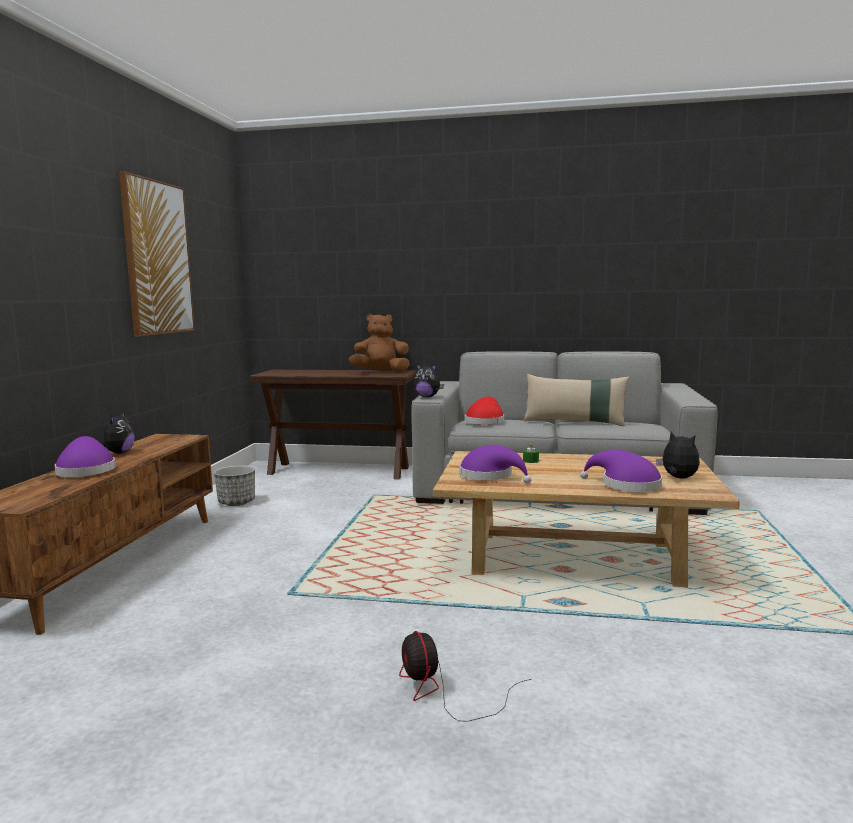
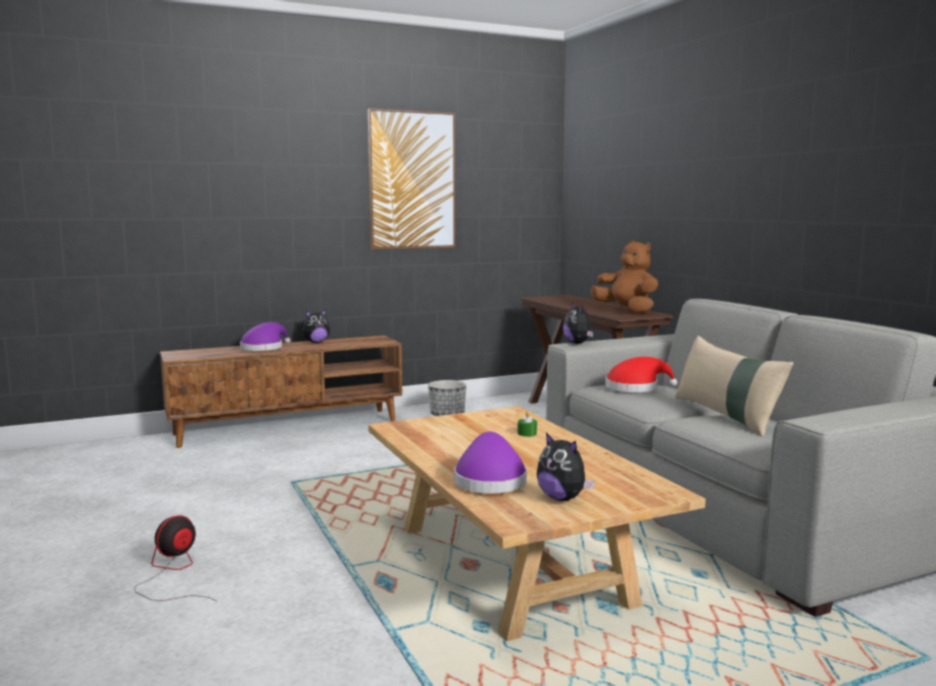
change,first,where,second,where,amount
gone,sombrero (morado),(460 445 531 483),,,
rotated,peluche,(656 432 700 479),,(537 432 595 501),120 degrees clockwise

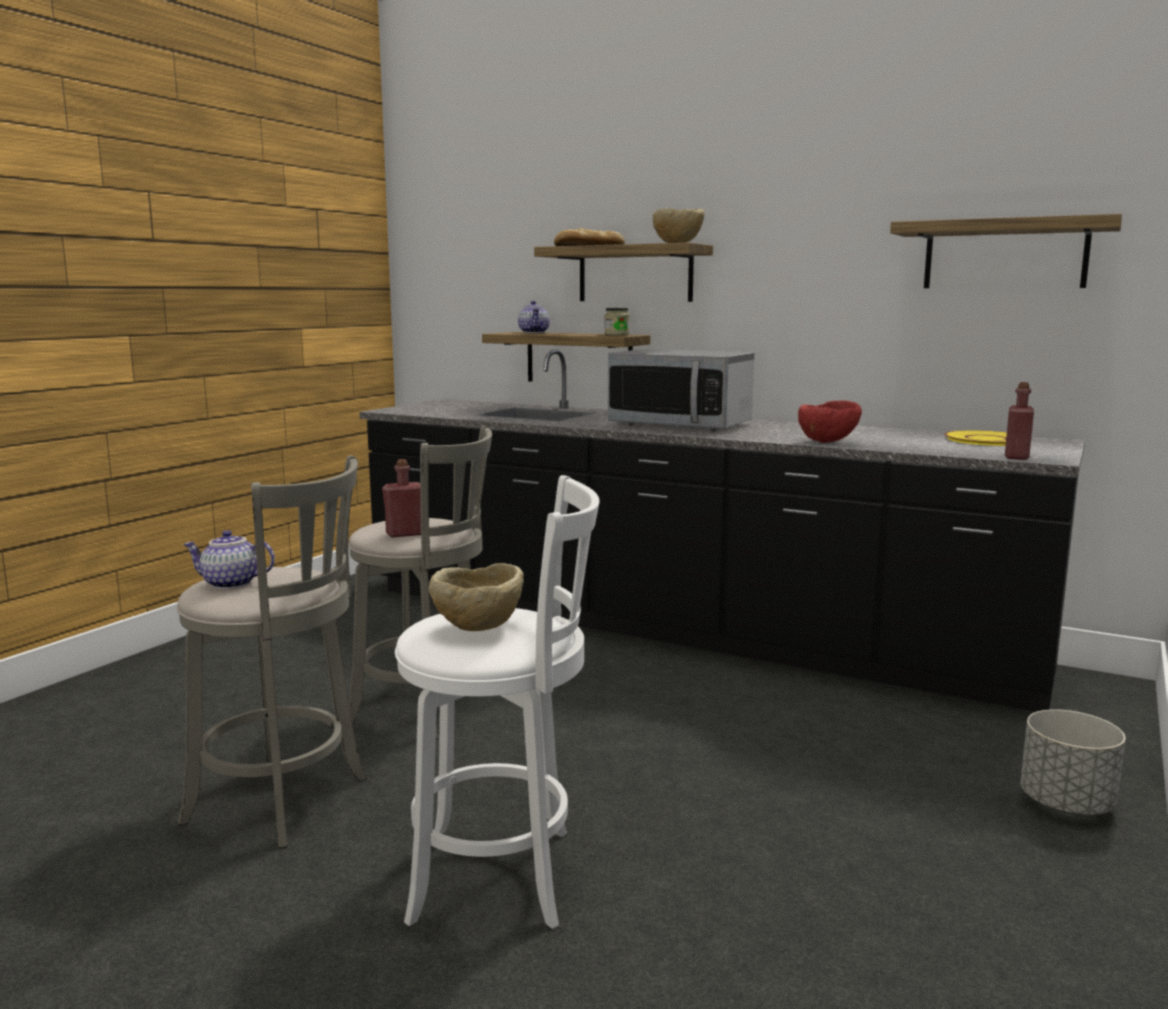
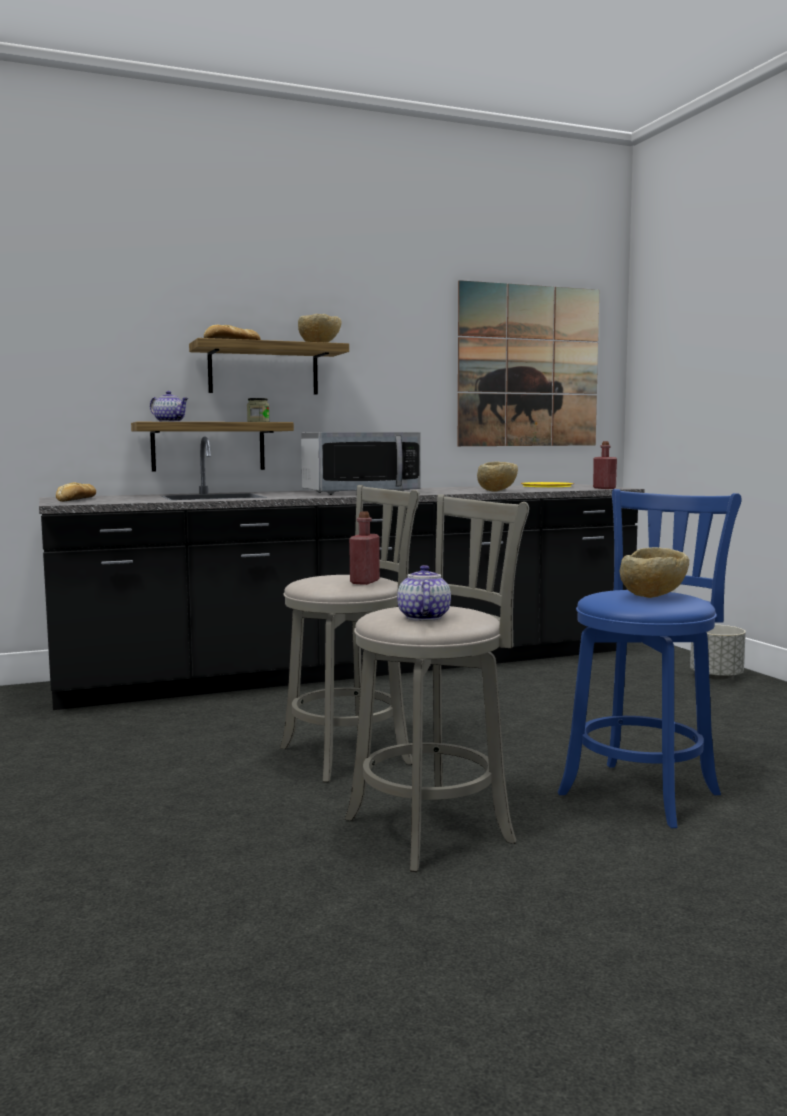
change,first,where,second,where,amount
new,,,pan,(56 483 96 502),
swapped,estante,(890 214 1122 288),cuadro,(458 280 599 446),
repainted,taburete (blanco),(395 475 599 929),taburete (azul),(558 489 742 828),
repainted,cuenco (rojo),(798 400 862 443),cuenco (beis),(477 462 518 492),
rotated,tetera,(183 530 275 589),,(397 565 451 621),135 degrees clockwise

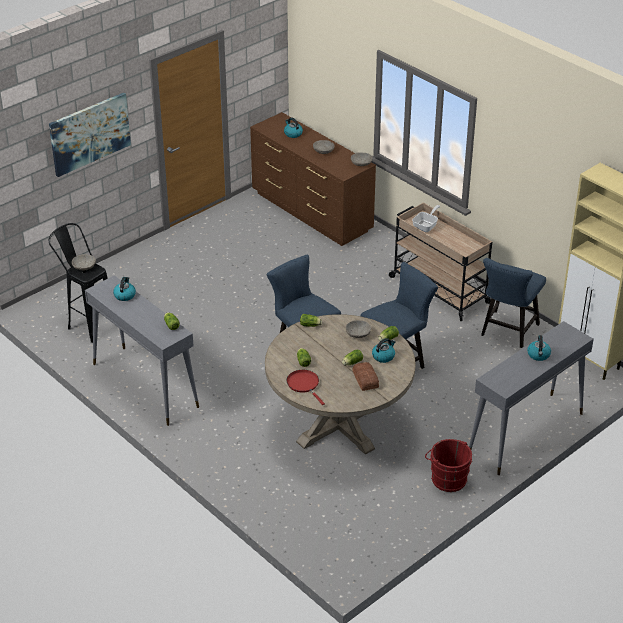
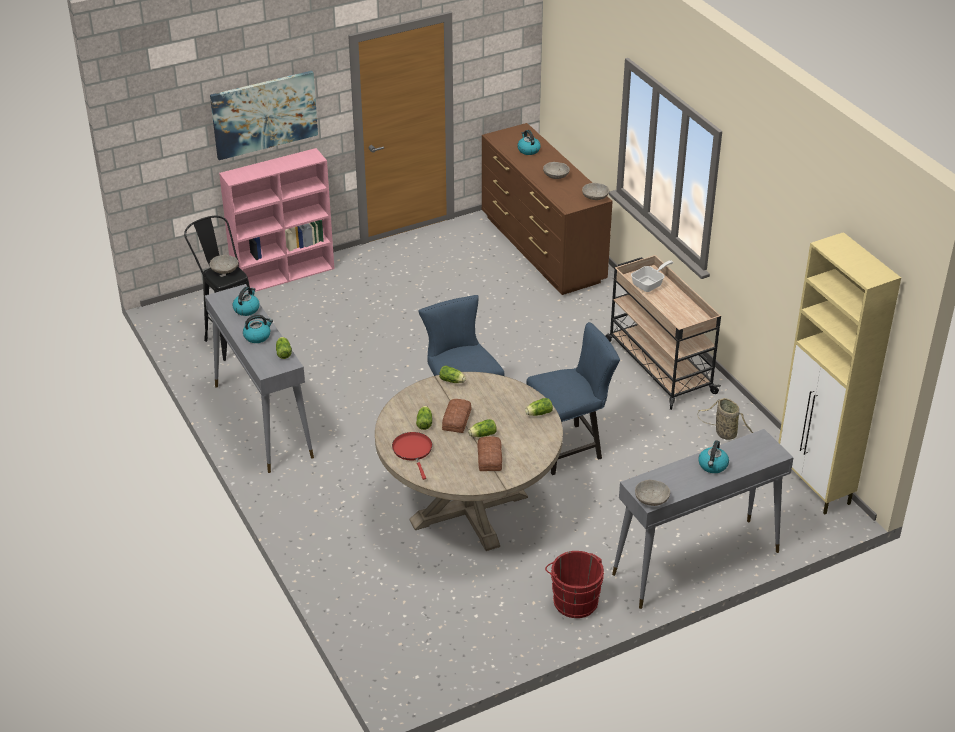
change,first,where,second,where,amount
new,,,estantería (rosa),(219 148 334 292),
new,,,pan,(442 399 472 433),
shifted,cuenco (gris),(346 320 371 338),,(635 480 670 506),
shifted,hervidor,(372 338 396 363),,(243 315 273 343),
swapped,silla (azul),(481 258 546 348),cesta,(697 398 753 440),

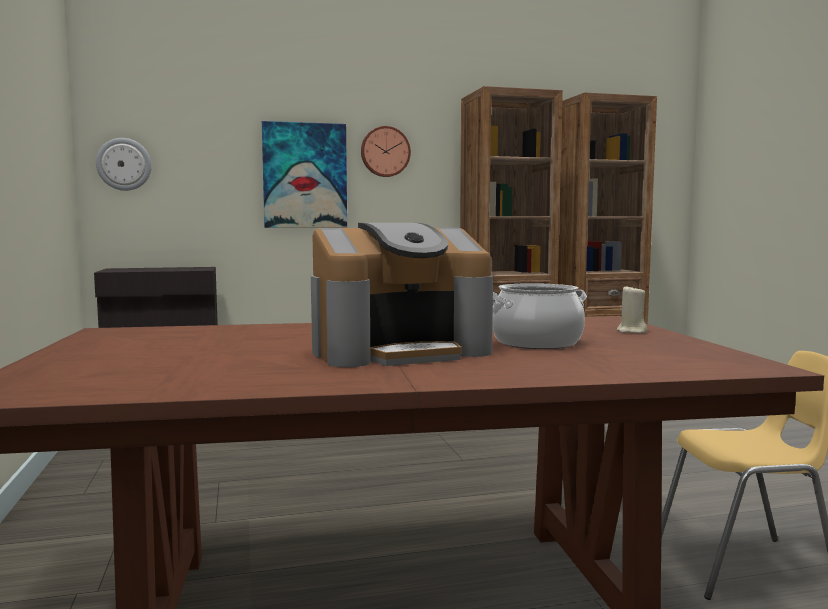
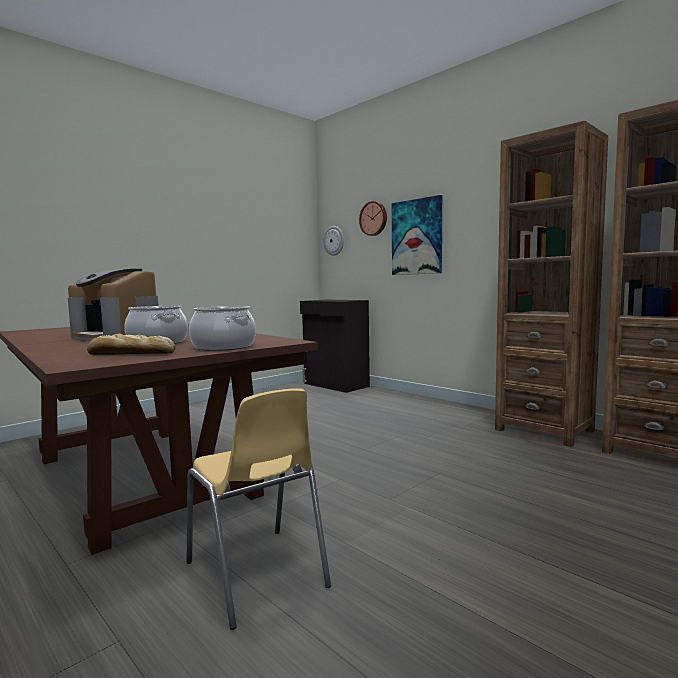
change,first,where,second,where,amount
new,,,pan,(87 334 175 355),
shifted,reloj de pared,(361 126 411 177),,(359 201 387 236),
swapped,vela (beis),(617 285 647 333),olla,(189 306 256 351),

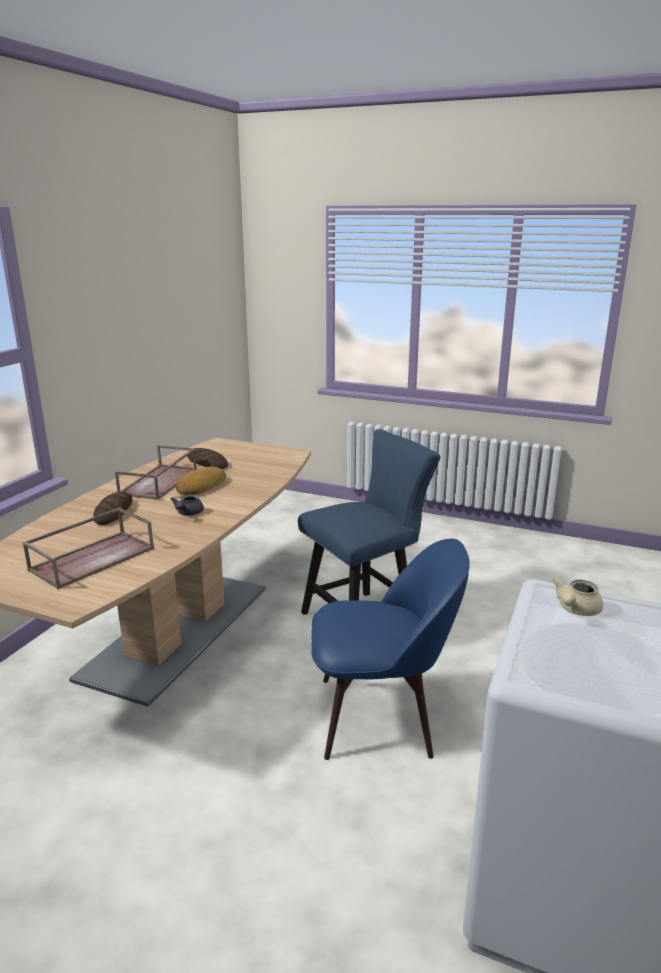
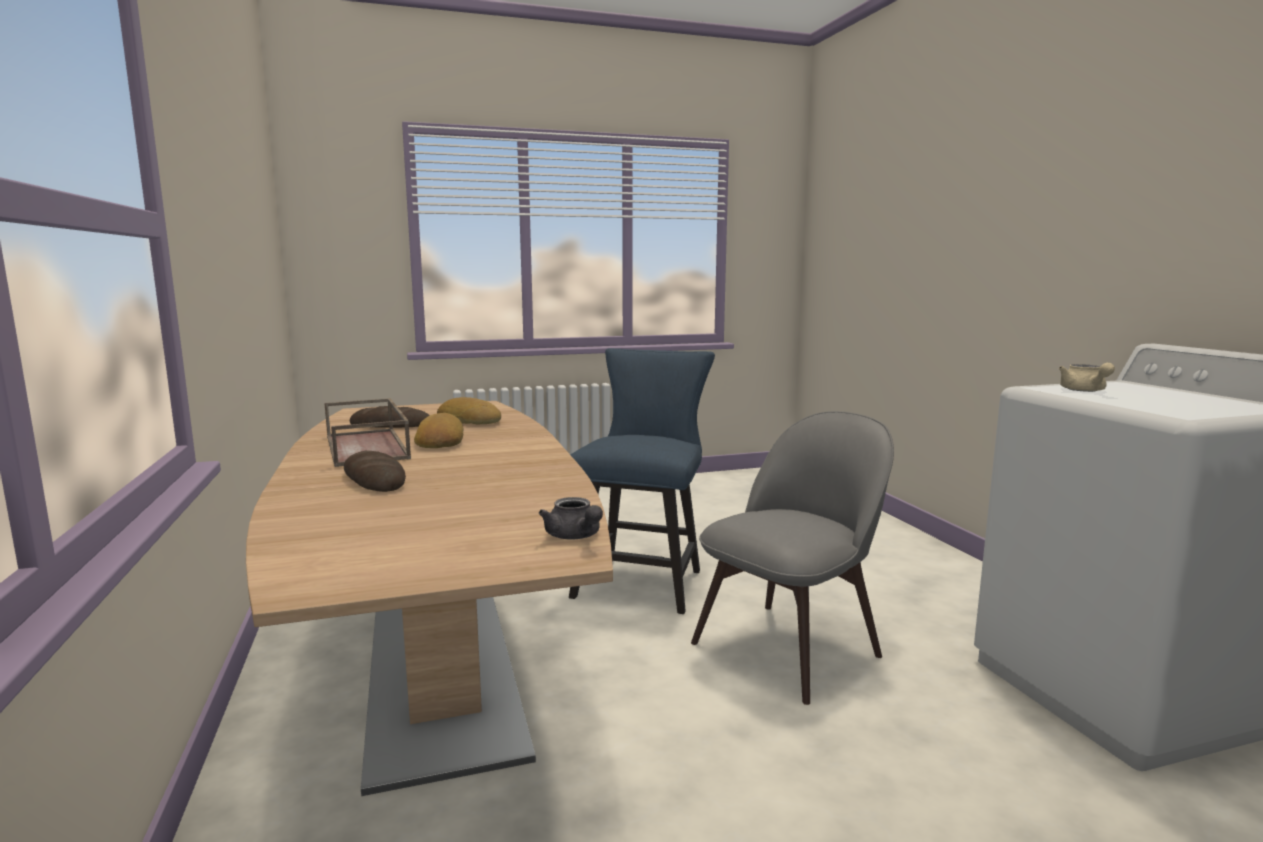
change,first,where,second,where,amount
gone,bandeja (marrón),(22 508 154 589),,,
new,,,pan,(437 397 501 424),
shifted,tetera (gris),(170 494 204 516),,(539 497 603 539),
repainted,silla (azul),(311 539 470 760),silla (gris),(691 411 894 705),

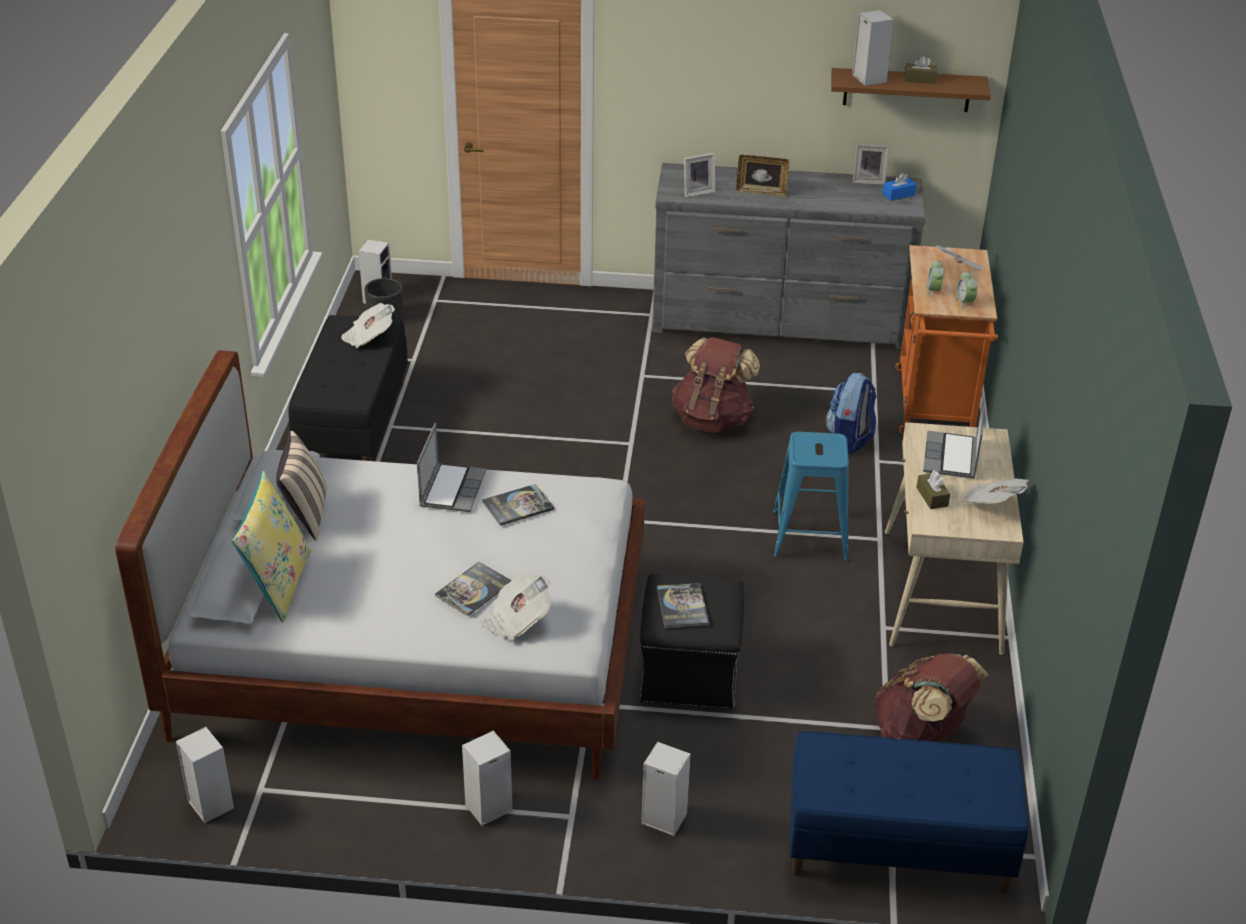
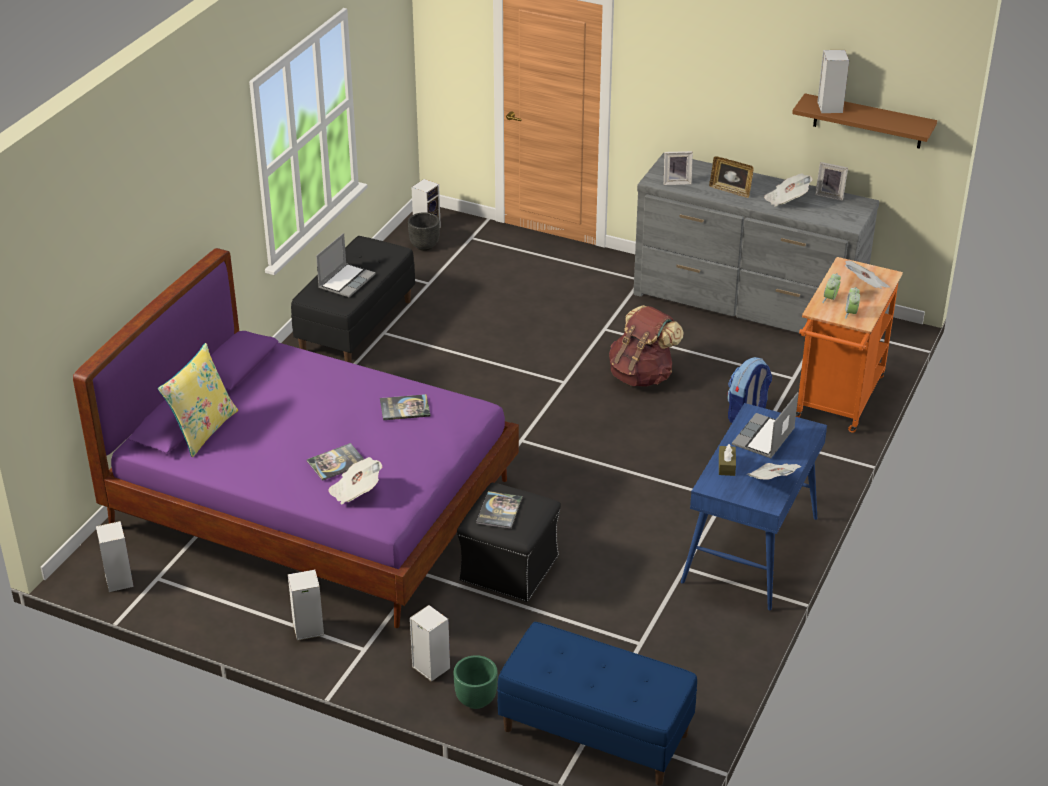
change,first,where,second,where,amount
gone,cojín (beis),(276 431 327 540),,,
gone,taburete (azul),(773 432 849 561),,,
gone,mochila (marrón),(875 653 989 742),,,
gone,caja de pañuelos (azul),(882 173 916 201),,,
gone,caja de pañuelos (marrón),(905 56 937 84),,,
new,,,maceta (verde),(453 655 498 709),
shifted,periódico,(341 303 395 348),,(764 173 813 207),
shifted,portátil,(417 423 486 512),,(316 233 376 297),
repainted,cama (blanco),(115 350 645 780),cama (morado),(73 248 519 628),
repainted,escritorio (beis),(885 422 1024 655),escritorio (azul),(681 403 827 611),

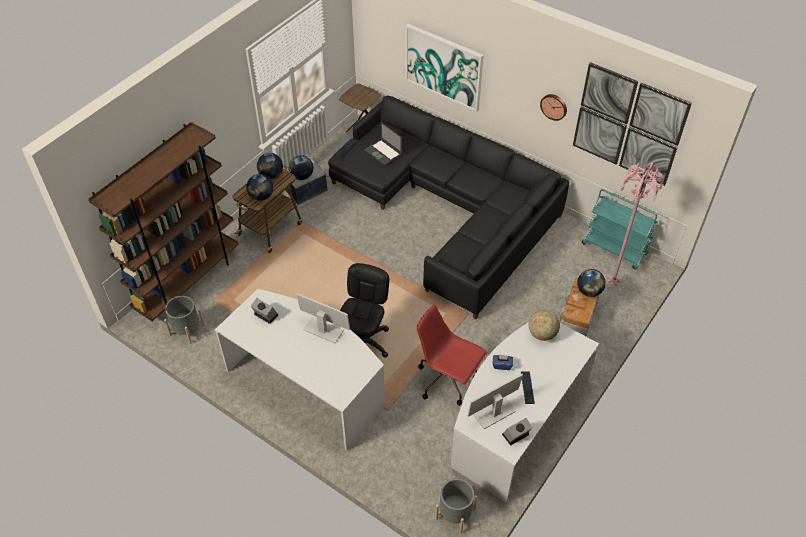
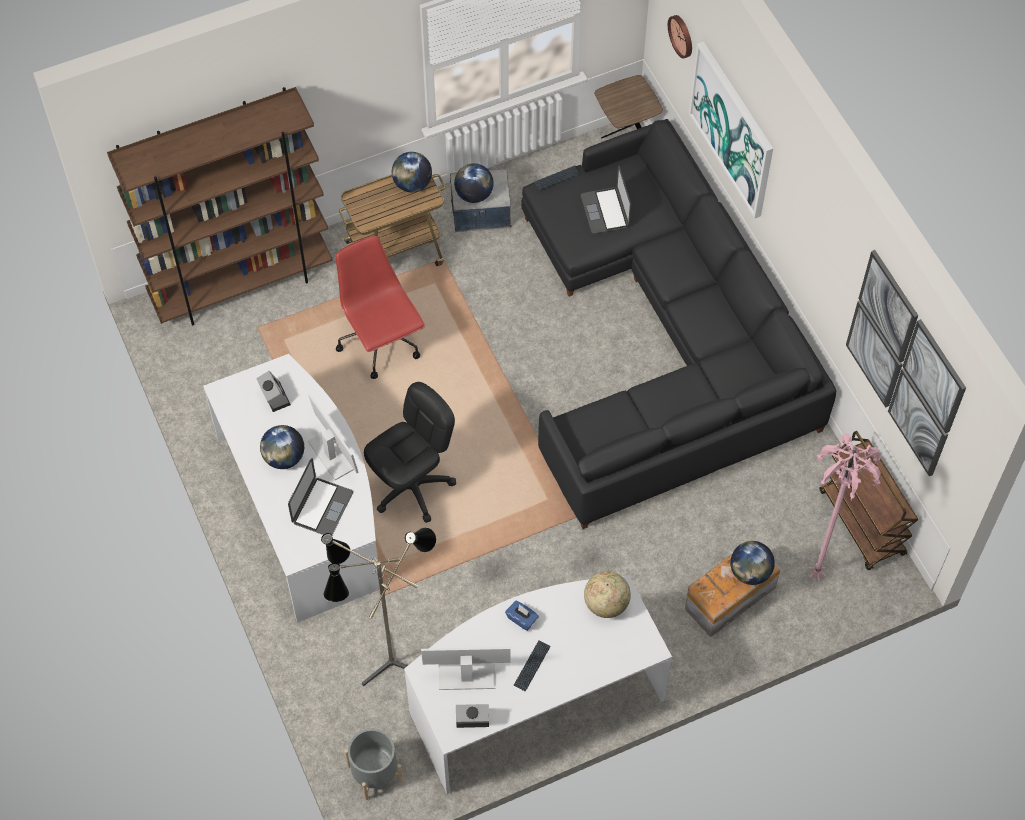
change,first,where,second,where,amount
gone,maceta (gris),(164 296 205 344),,,
new,,,portátil,(288 458 353 535),
new,,,lámpara de pie,(321 528 436 686),
shifted,globo terráqueo,(246 174 273 201),,(260 425 304 469),
shifted,silla de oficina (rojo),(416 305 487 405),,(335 236 425 379),
shifted,reloj de pared,(540 94 567 121),,(668 15 692 58),
repainted,carrito (turquesa),(582 189 658 269),carrito (marrón),(819 431 918 570),

